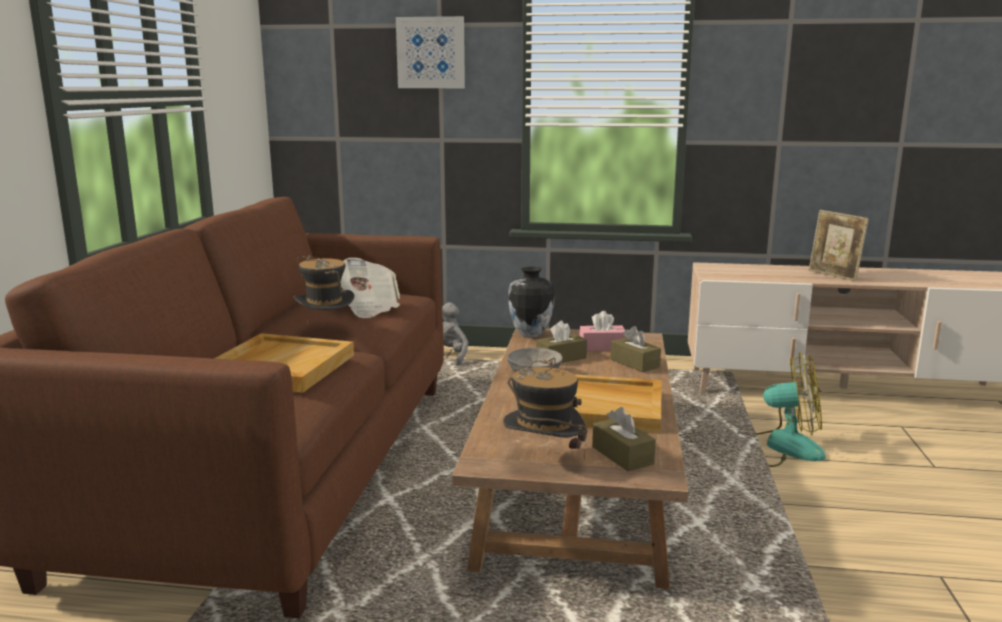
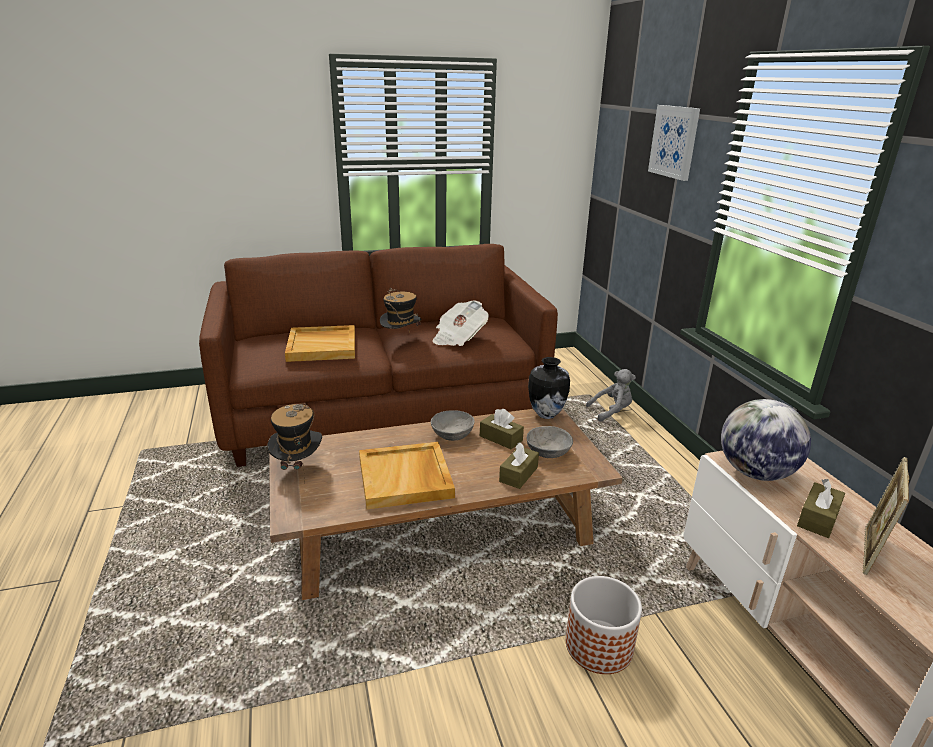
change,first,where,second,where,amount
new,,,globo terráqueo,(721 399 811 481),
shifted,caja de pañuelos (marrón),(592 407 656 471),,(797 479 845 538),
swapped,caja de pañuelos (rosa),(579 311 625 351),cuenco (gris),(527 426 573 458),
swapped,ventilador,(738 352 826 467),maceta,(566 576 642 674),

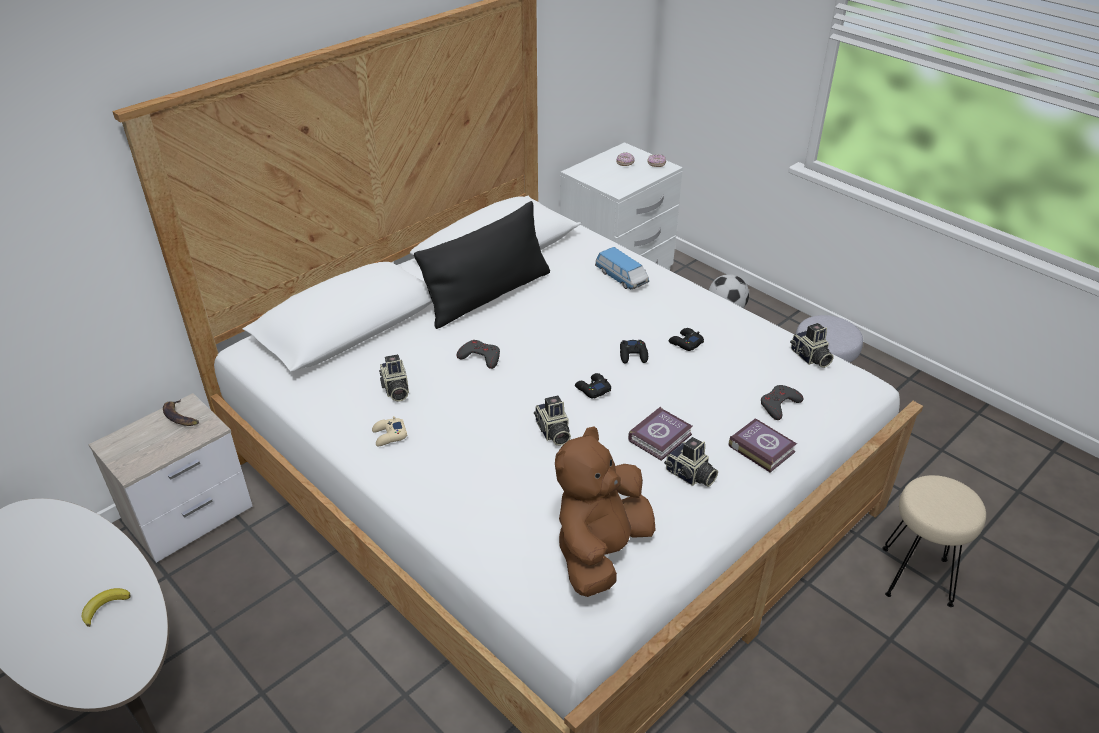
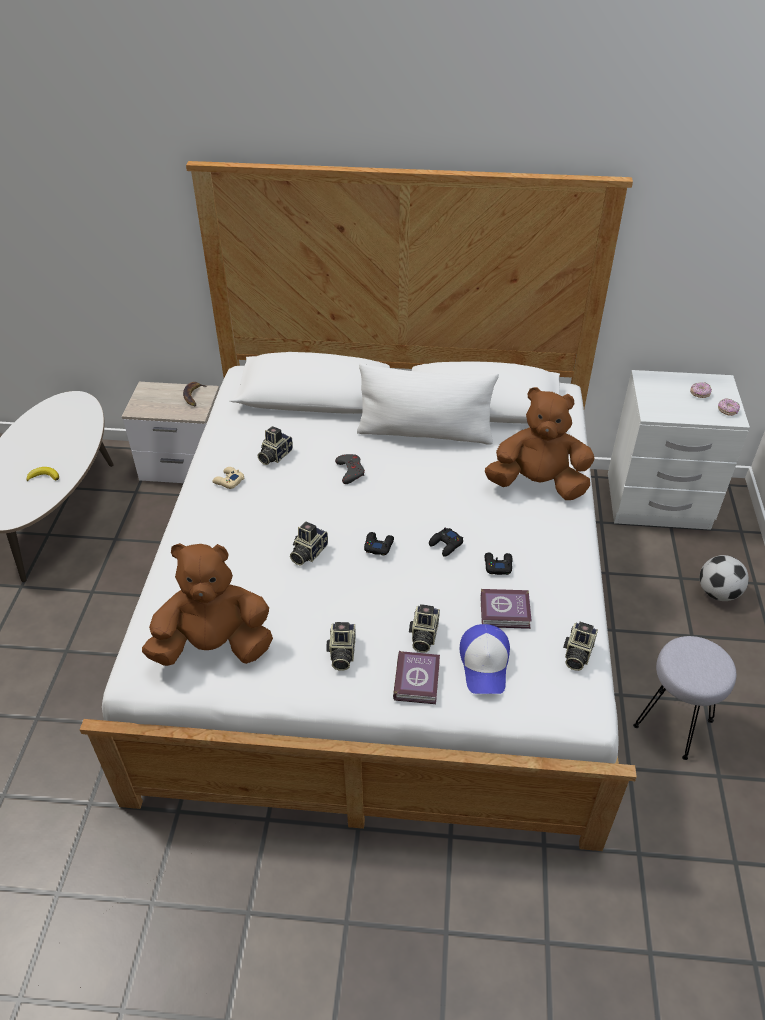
change,first,where,second,where,amount
gone,taburete (beis),(882 475 986 607),,,
new,,,cámara,(409 604 440 653),
shifted,libro,(628 406 693 461),,(480 589 532 629),
swapped,coche de juguete,(595 247 649 289),peluche (marrón),(485 387 594 500),
swapped,mando de consola (gris),(761 385 804 420),gorra,(460 624 510 694),
repainted,cojín (negro),(414 201 550 329),cojín (blanco),(357 363 499 445),

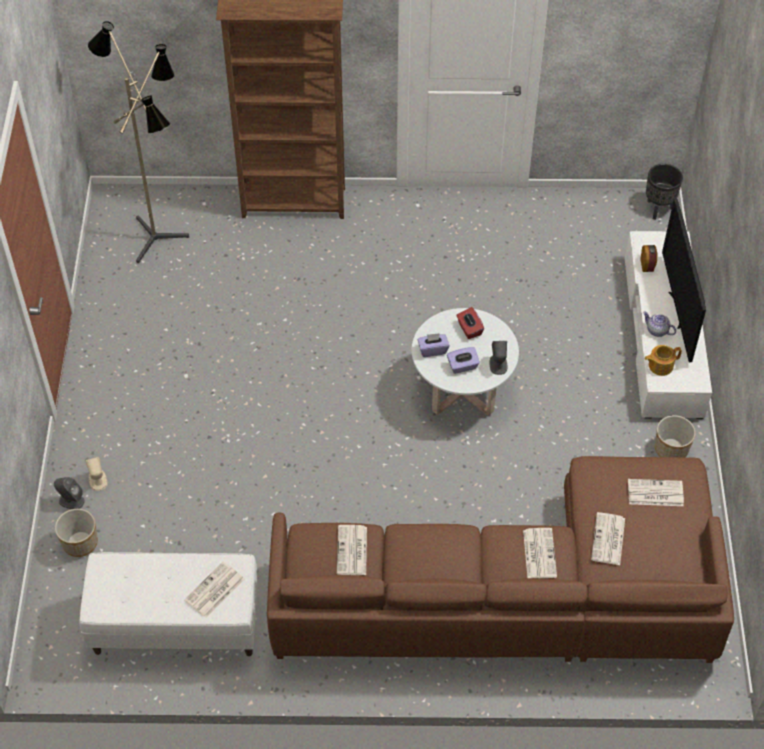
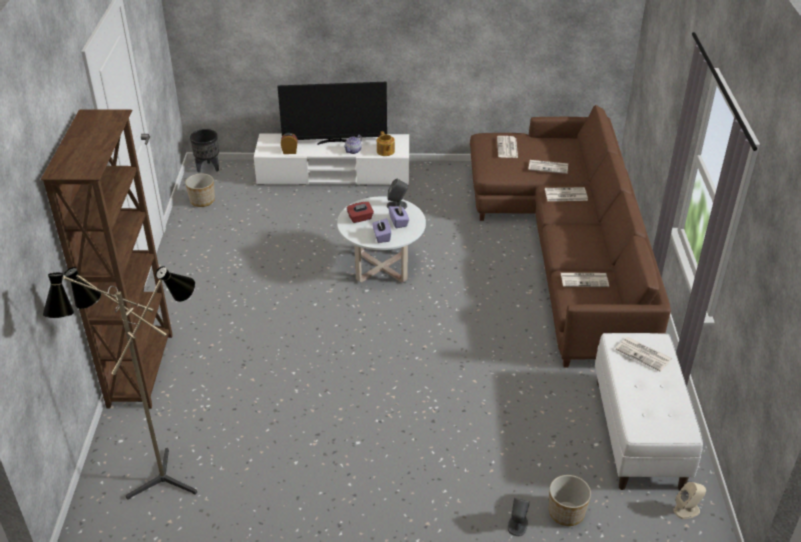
change,first,where,second,where,amount
shifted,altavoz (beis),(85 457 108 491),,(673 482 706 519),
shifted,maceta,(655 415 696 458),,(185 174 215 207),

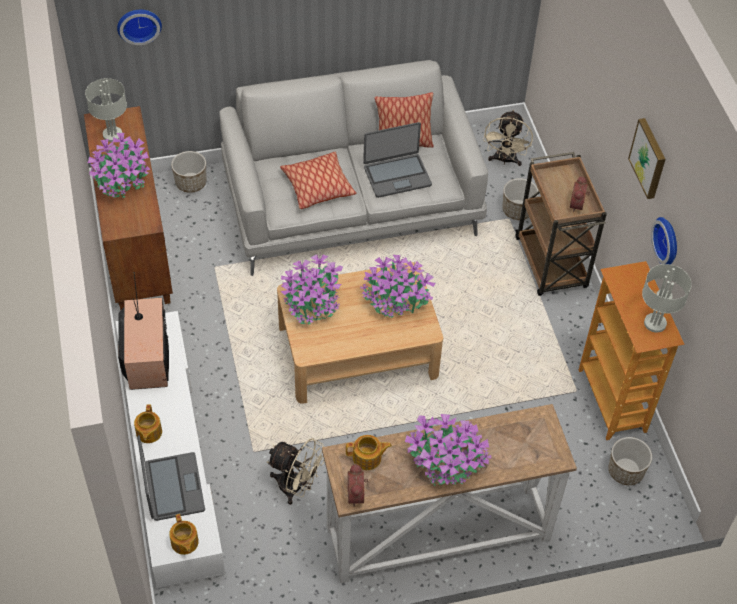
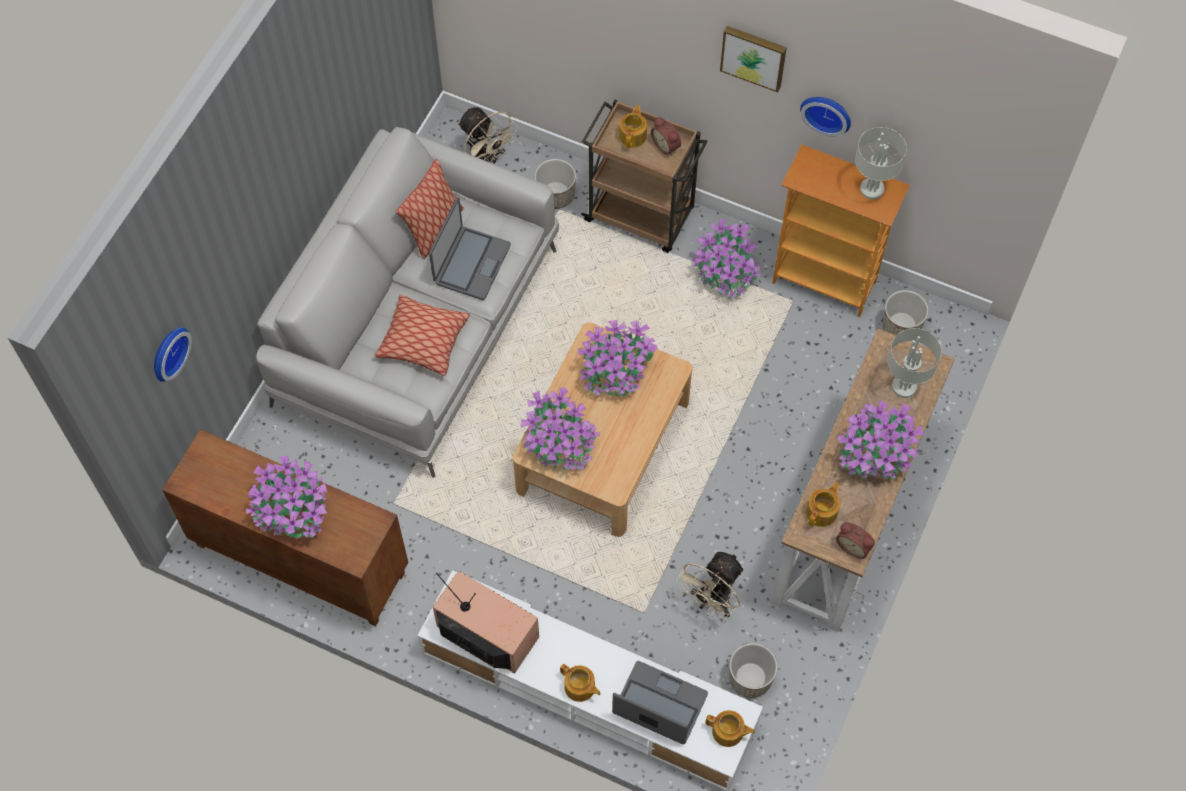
change,first,where,second,where,amount
new,,,tetera,(619 105 647 148),
new,,,planta en maceta,(692 219 761 299),
shifted,lámpara de mesa (gris),(85 78 127 142),,(887 328 942 398),
shifted,maceta,(171 151 206 193),,(729 643 778 698),
rotated,ventilador (beis),(267 438 325 505),,(676 551 744 619),150 degrees clockwise

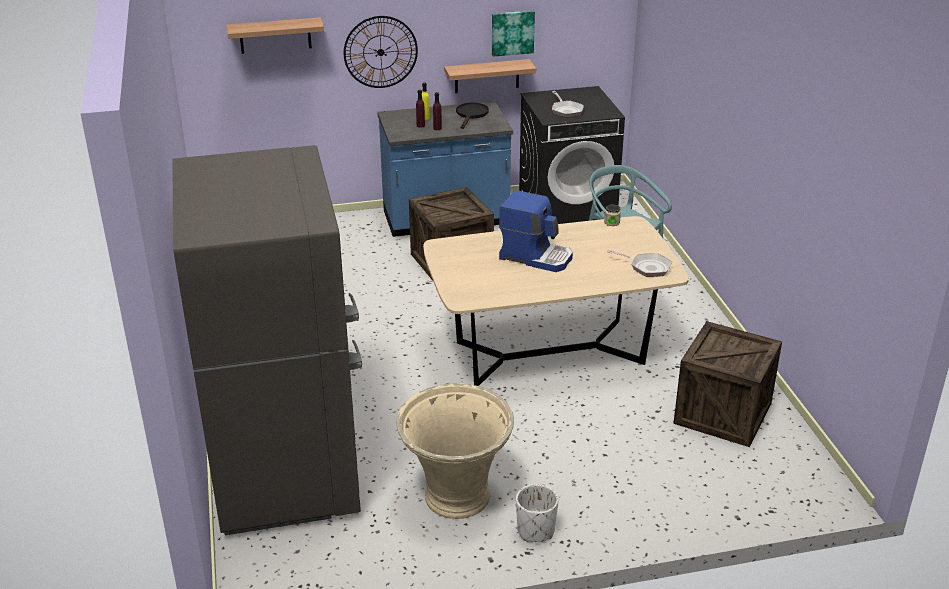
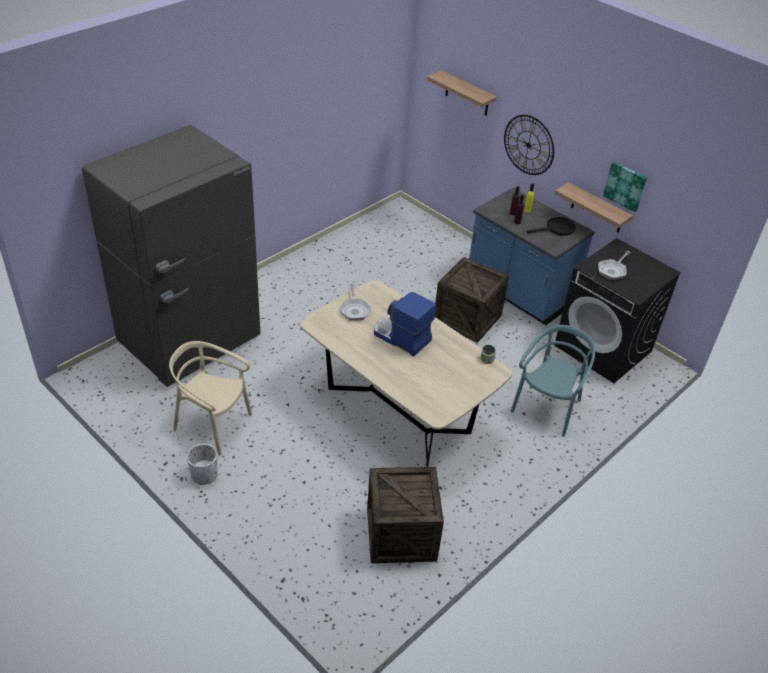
change,first,where,second,where,amount
shifted,sartén,(607 250 672 277),,(339 284 371 321),
swapped,maceta (beis),(397 383 514 519),silla (beis),(169 341 252 455),
rotated,cafetera,(499 190 573 272),,(374 292 436 356),135 degrees clockwise

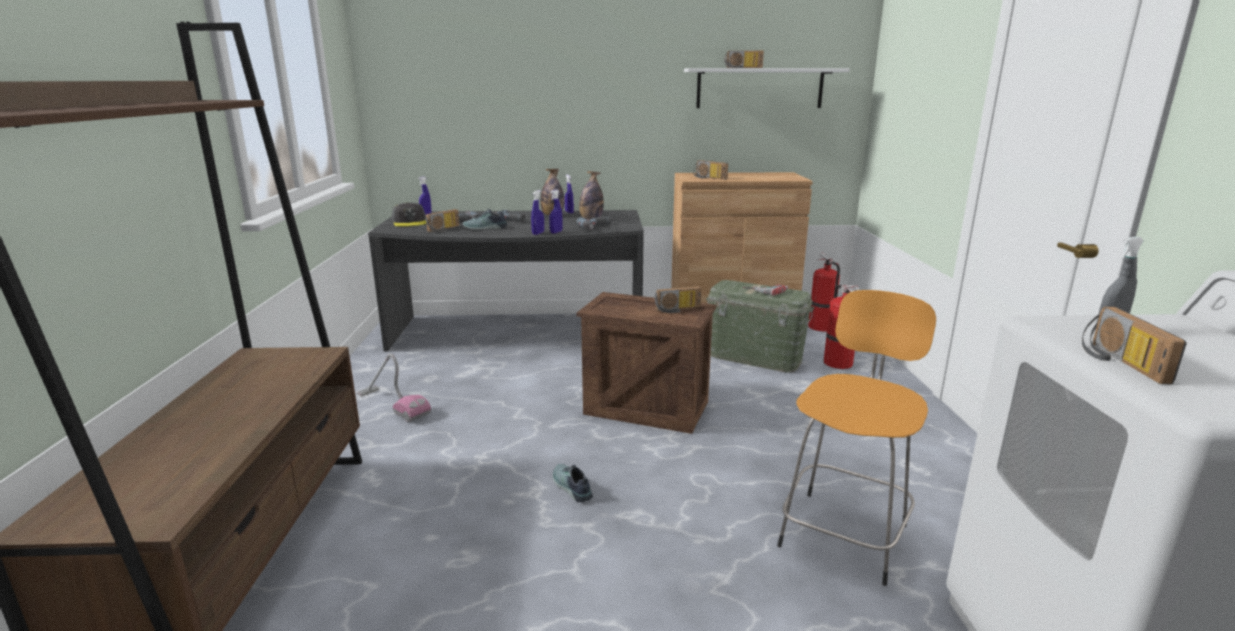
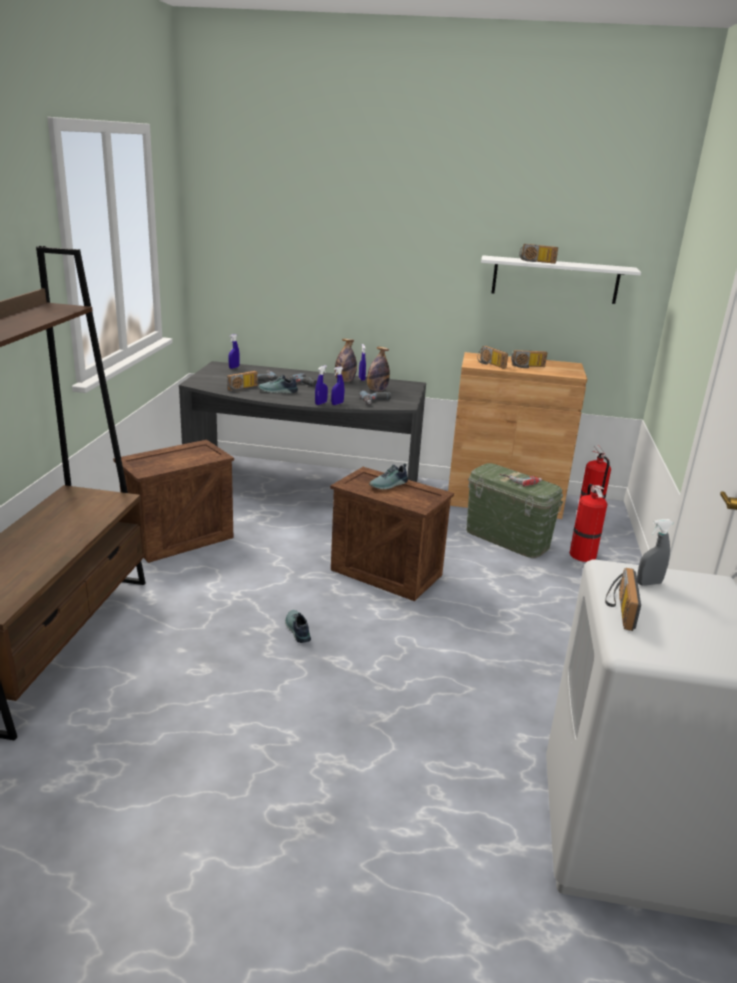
change,first,where,second,where,amount
gone,gorra (gris),(392 202 426 227),,,
gone,taburete (naranja),(777 290 936 586),,,
new,,,zapato,(369 463 408 489),
shifted,radio,(654 286 702 313),,(511 350 547 368),
swapped,aspiradora,(357 353 431 422),caja de embalaje,(113 440 234 563),

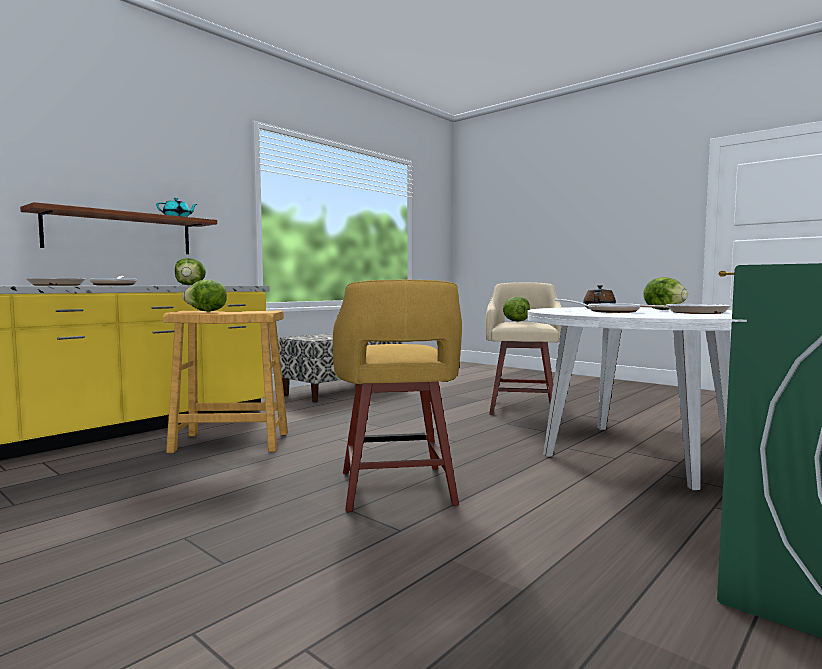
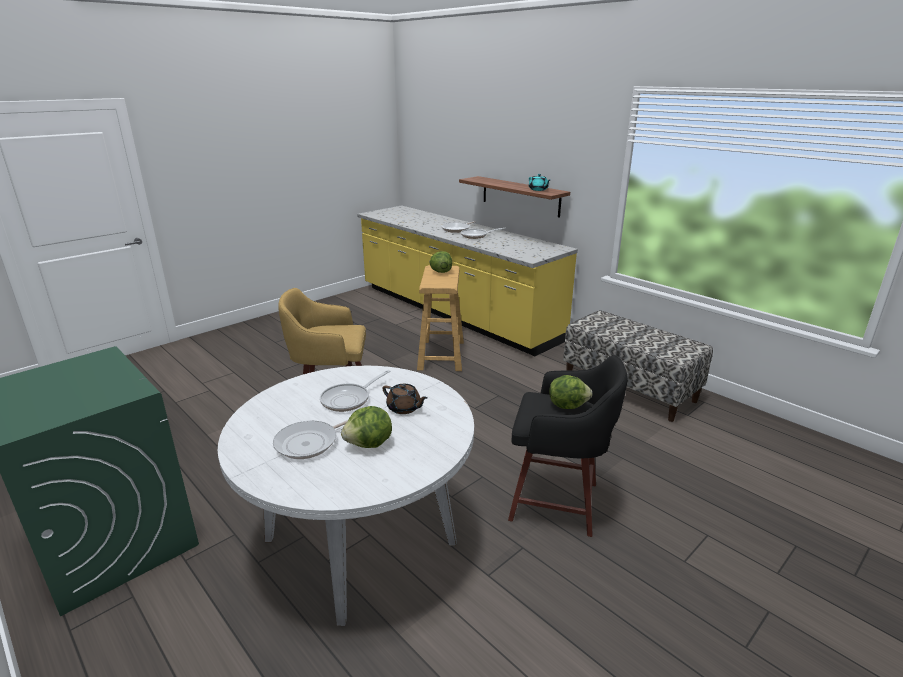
change,first,where,second,where,amount
gone,lechuga,(175 258 206 285),,,
repainted,taburete (beis),(486 282 562 415),taburete (negro),(508 355 628 537),

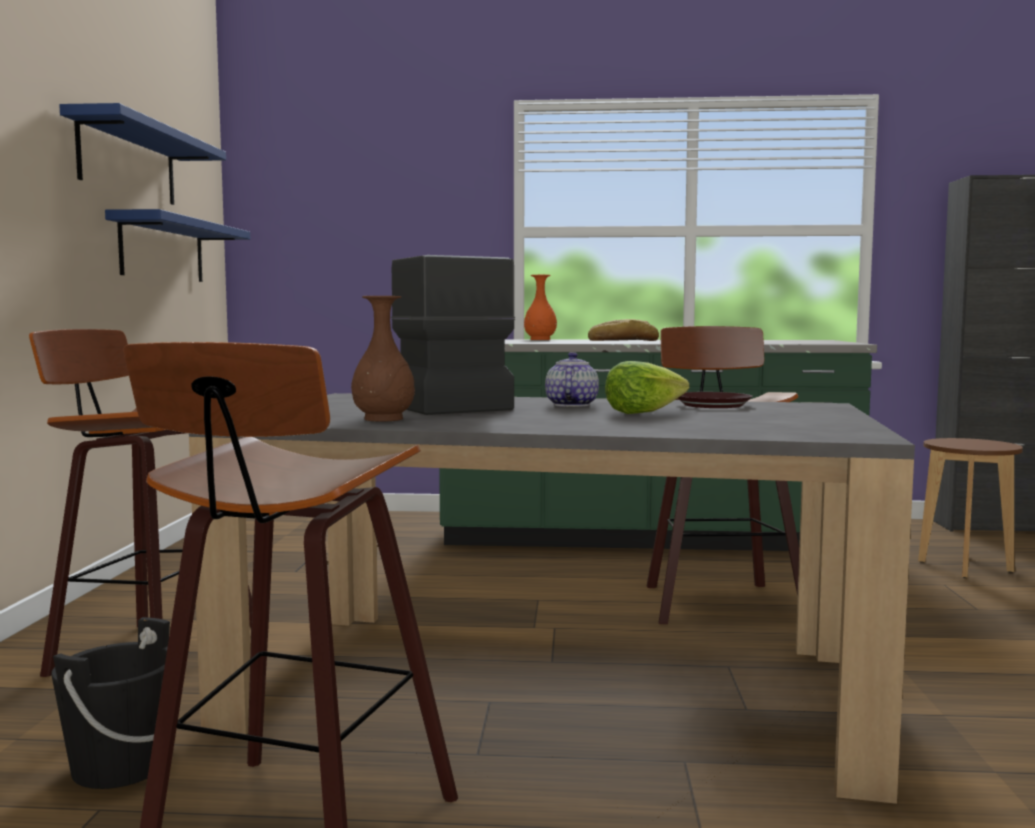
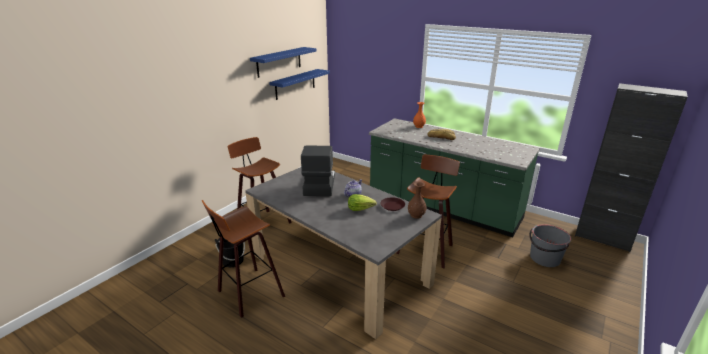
change,first,where,second,where,amount
shifted,florero (marrón),(351 296 415 422),,(408 181 427 219),
swapped,taburete (marrón),(918 438 1023 578),cubo (gris),(529 224 571 267),

